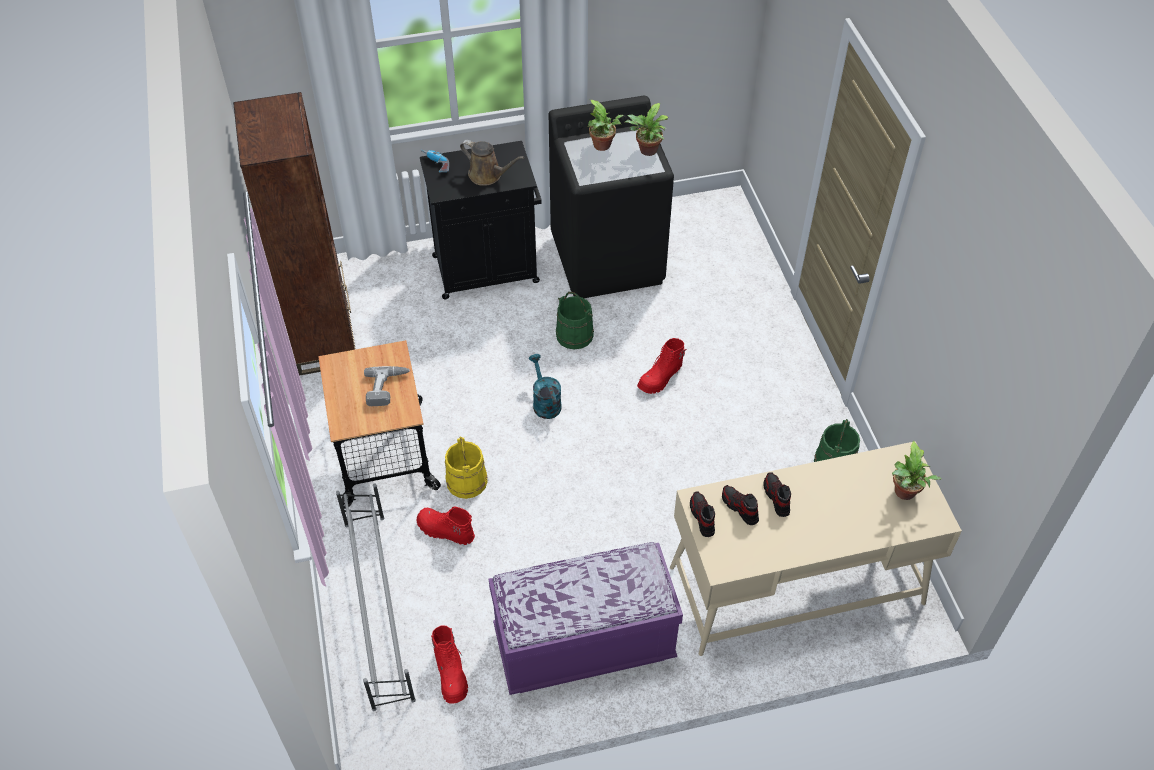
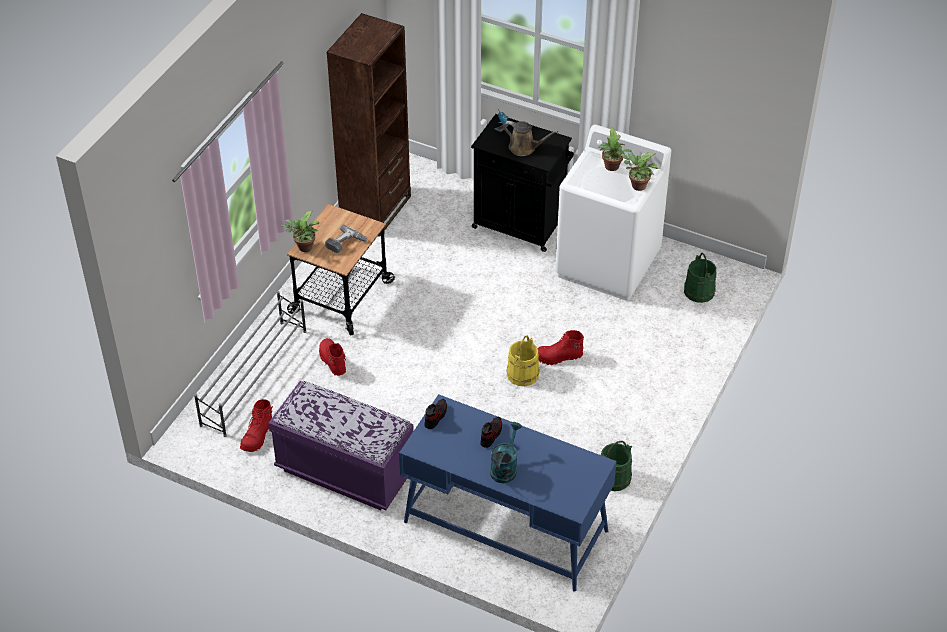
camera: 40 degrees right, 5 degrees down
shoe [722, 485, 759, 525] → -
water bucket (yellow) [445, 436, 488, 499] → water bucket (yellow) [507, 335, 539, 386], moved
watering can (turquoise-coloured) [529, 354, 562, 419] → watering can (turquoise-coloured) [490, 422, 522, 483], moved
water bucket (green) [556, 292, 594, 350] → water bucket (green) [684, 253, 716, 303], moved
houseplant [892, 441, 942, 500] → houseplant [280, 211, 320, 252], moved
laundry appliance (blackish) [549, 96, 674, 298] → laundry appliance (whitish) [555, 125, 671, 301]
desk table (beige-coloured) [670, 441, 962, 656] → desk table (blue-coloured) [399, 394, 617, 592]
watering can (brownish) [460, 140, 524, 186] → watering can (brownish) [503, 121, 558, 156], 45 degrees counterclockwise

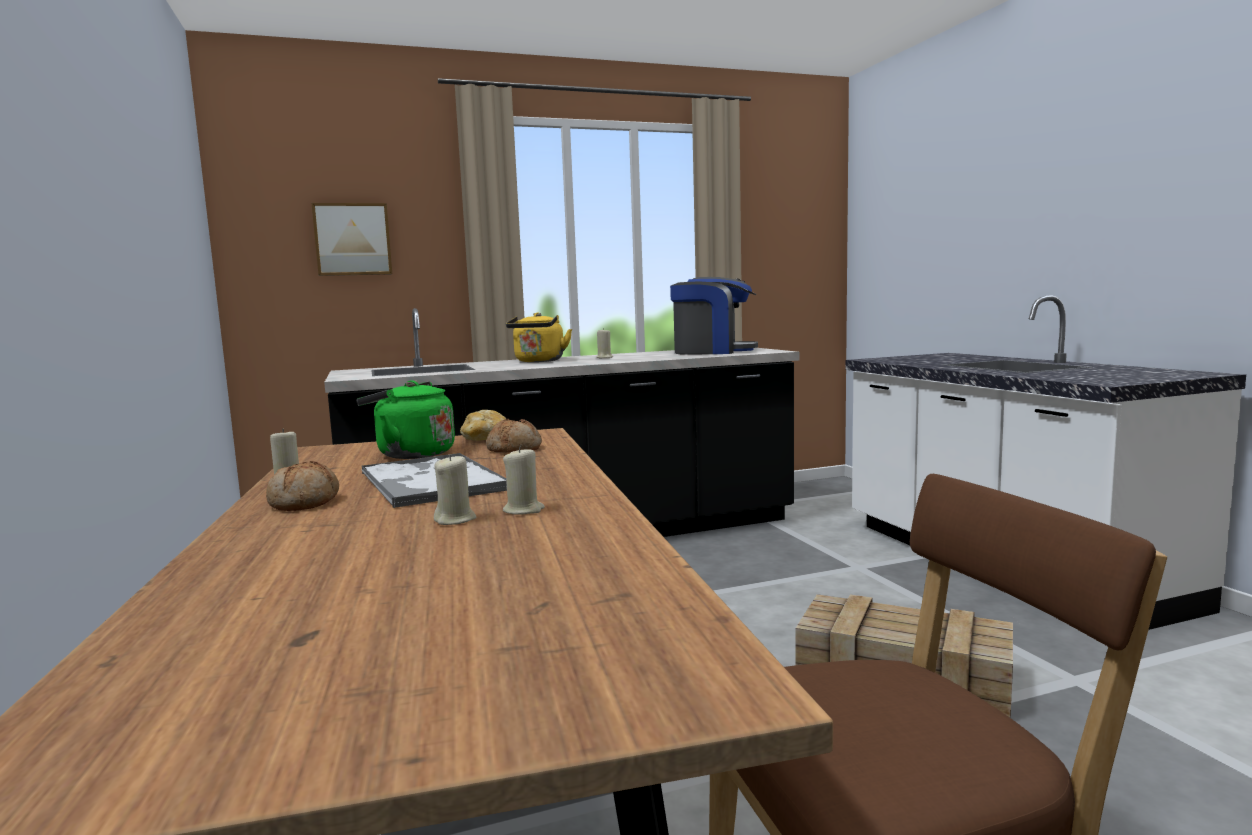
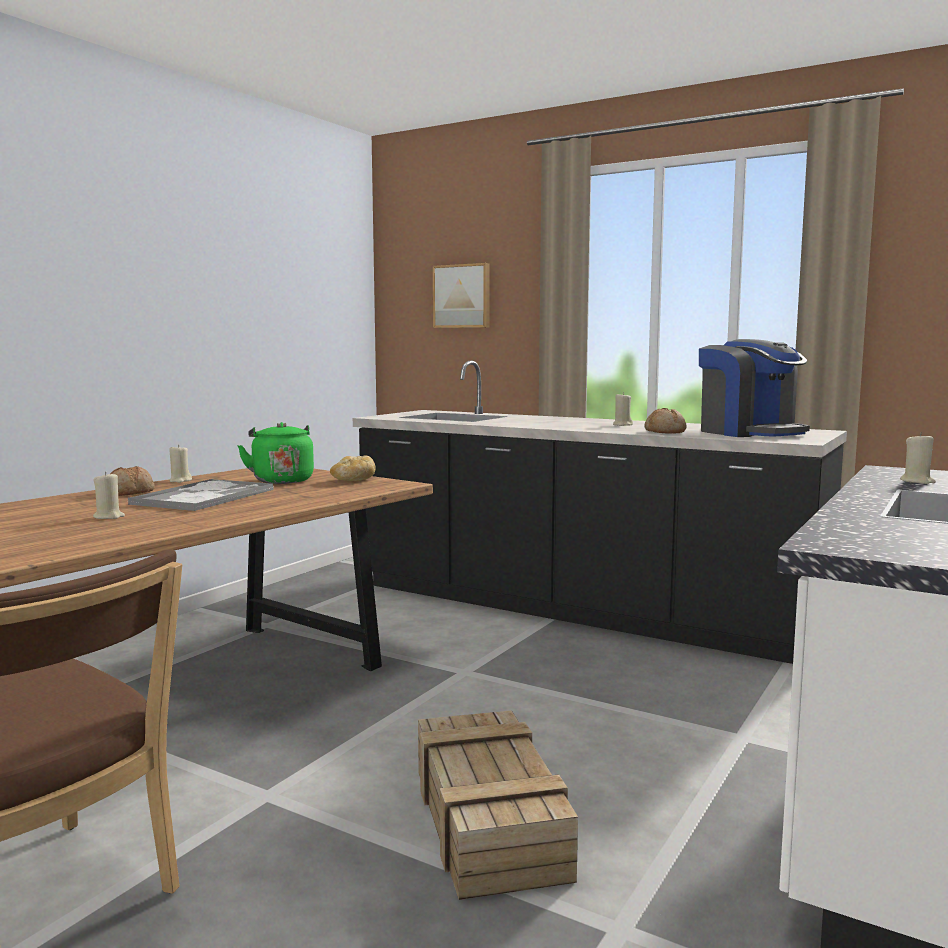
camera: 50 degrees right, 0 degrees up
kettle (yellow) [506, 313, 572, 362] → -
baked bread [486, 419, 542, 453] → baked bread [645, 408, 687, 434], moved
wax light (beige-coloured) [503, 447, 545, 515] → wax light (beige-coloured) [900, 432, 936, 484], moved

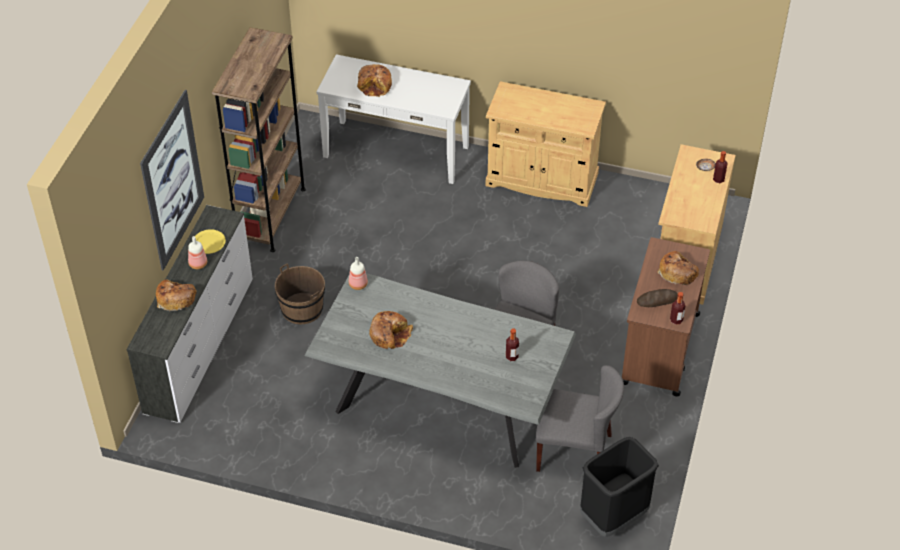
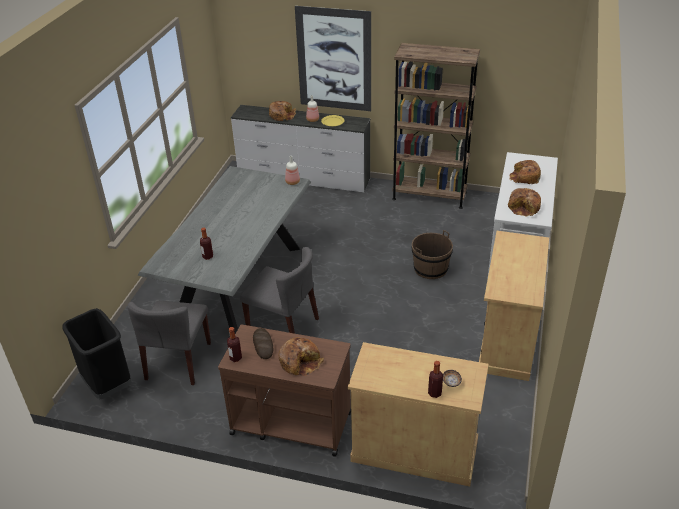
camera: 90 degrees right, 10 degrees down
water bucket (brownish) [275, 263, 325, 324] → water bucket (brownish) [412, 230, 453, 279], moved
baked bread [369, 311, 413, 349] → baked bread [508, 188, 541, 217], moved

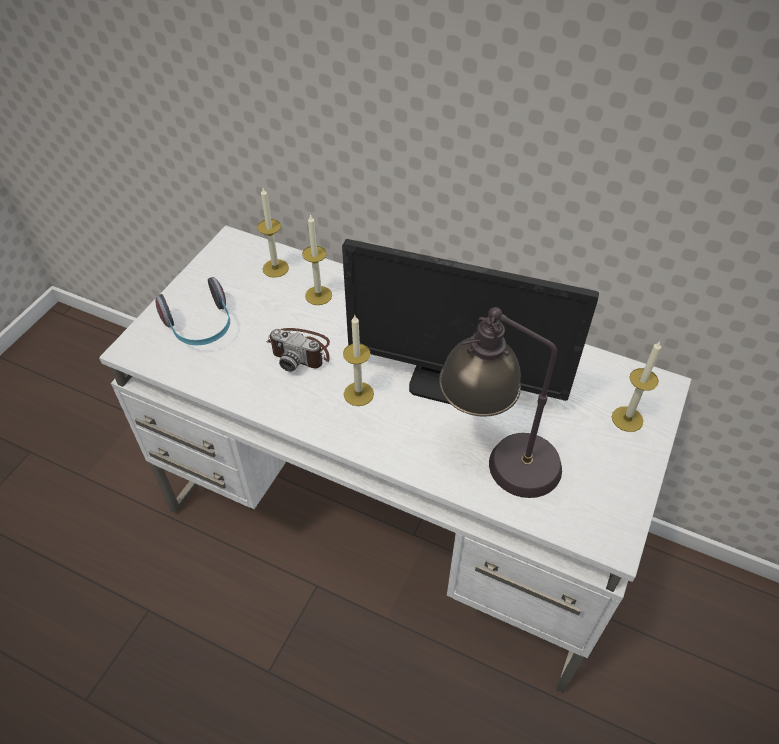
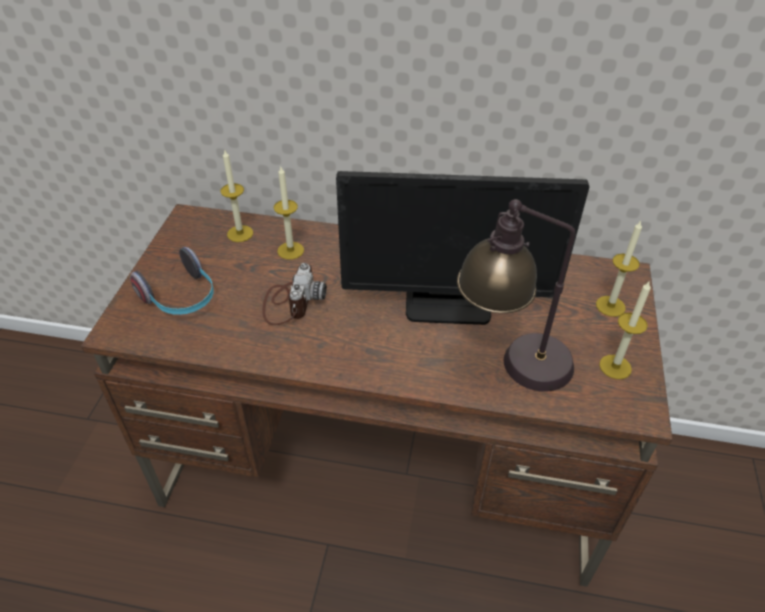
camera: 15 degrees left, 5 degrees down
wax light [343, 315, 374, 406] → wax light [599, 280, 651, 379], moved
desk table (whitish) [99, 226, 691, 693] → desk table (brownish) [81, 204, 672, 587]
photo camera [267, 328, 330, 372] → photo camera [262, 263, 327, 325], 90 degrees counterclockwise

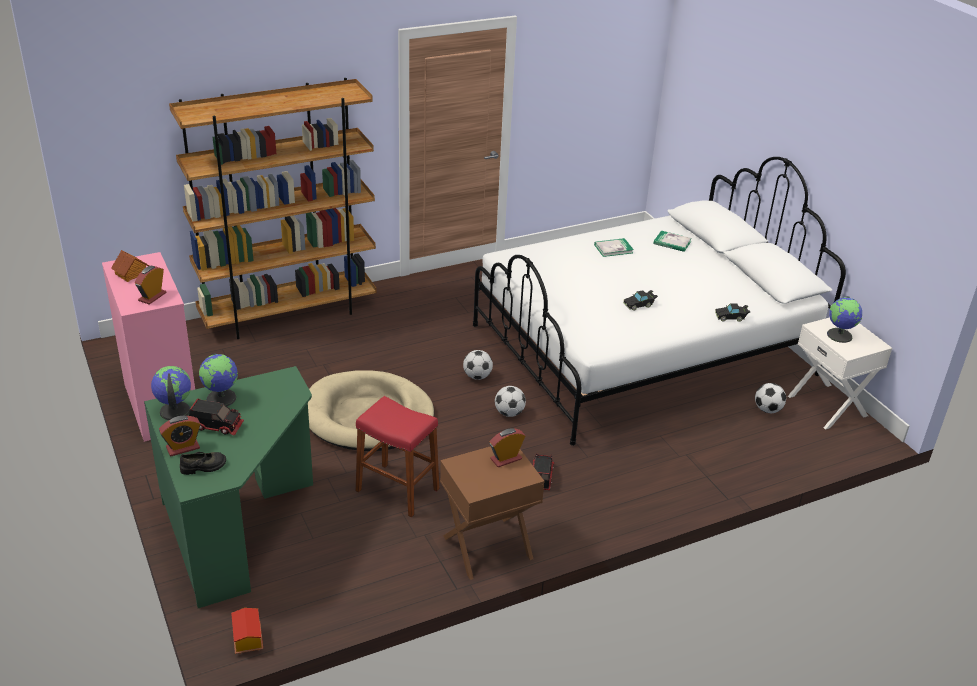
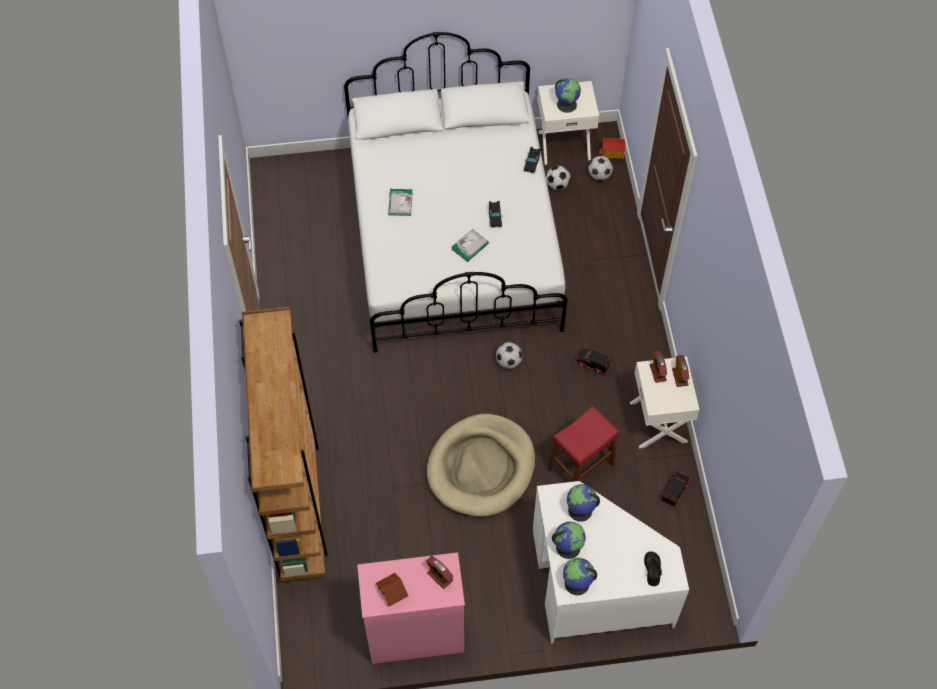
camera: 70 degrees left, 25 degrees up
- → world globe [567, 484, 600, 522]
alarm clock [159, 416, 201, 456] → alarm clock [672, 355, 689, 387], moved
toy truck [189, 398, 244, 436] → toy truck [660, 471, 691, 508], moved
miniature house [231, 608, 263, 654] → miniature house [599, 138, 626, 159], moved
football [463, 350, 493, 380] → football [588, 156, 613, 181], moved
book [654, 231, 692, 252] → book [452, 229, 489, 262], moved
desk table (green) [144, 366, 313, 608] → desk table (whitish) [533, 481, 689, 643]
bedside table (brownish) [440, 446, 544, 580] → bedside table (whitish) [630, 356, 700, 448]

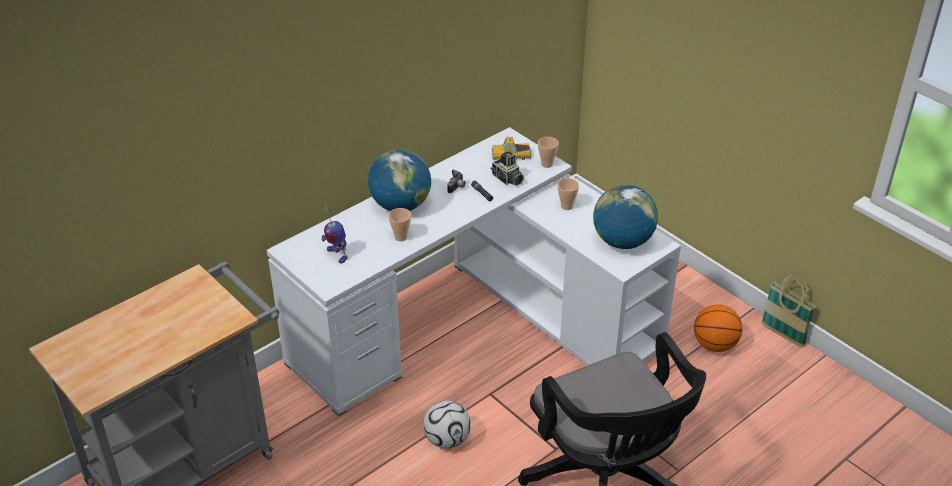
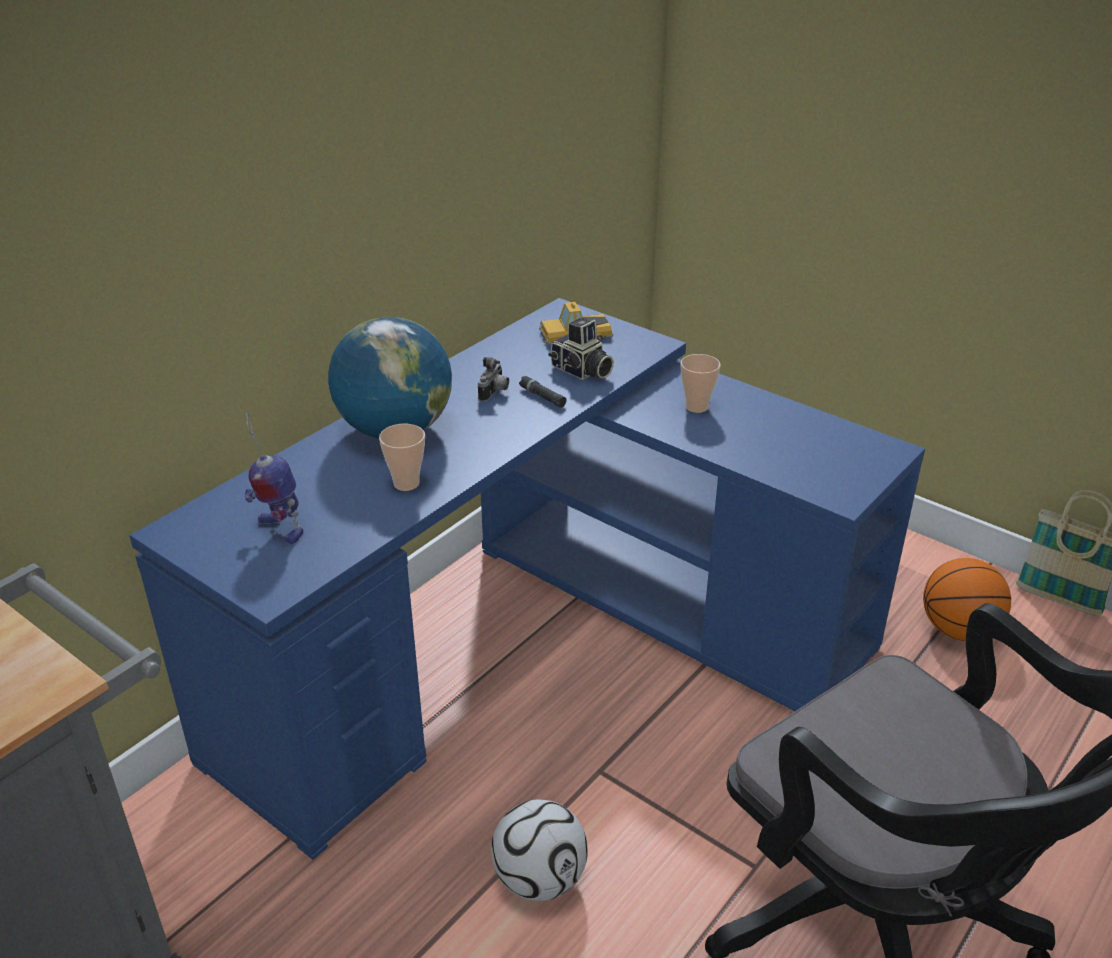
camera: 10 degrees left, 5 degrees down
drinking cup [538, 137, 559, 168] → -
world globe [593, 185, 658, 249] → -
desk table (whitish) [266, 127, 681, 416] → desk table (blue-coloured) [130, 298, 925, 860]

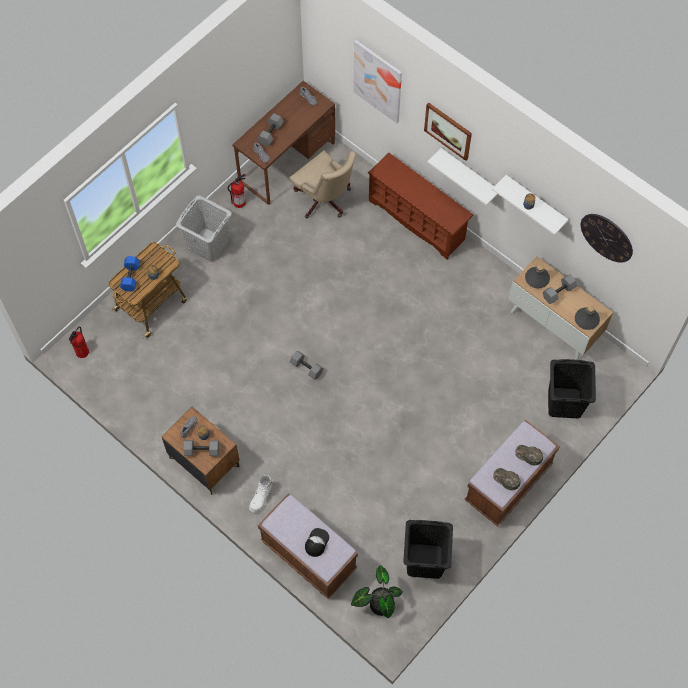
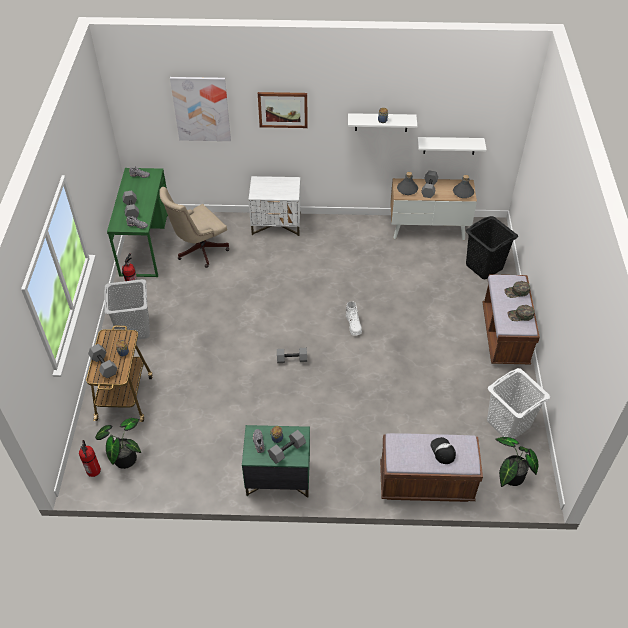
camera: 40 degrees left, 15 degrees down
wall clock [581, 214, 633, 263] → -
- → houseplant [95, 418, 141, 469]
tall boot (whitish) [249, 475, 272, 513] → tall boot (whitish) [346, 301, 362, 336], moved
shelf (whitish) [427, 148, 497, 206] → shelf (whitish) [418, 137, 487, 155], moved
shoe stand (brownish) [368, 153, 473, 260] → bedside table (whitish) [249, 176, 301, 236]
hand weight (blue-coloured) [120, 256, 140, 291] → hand weight (greyish) [88, 344, 118, 378]
bedside table (brownish) [161, 407, 240, 495] → bedside table (green) [242, 425, 310, 498]
desk table (brownish) [233, 81, 335, 205] → desk table (green) [107, 168, 168, 277]
hamper (blackish) [403, 520, 453, 579] → hamper (whitish) [487, 368, 550, 439]
computer chair (beige-coloured) [290, 150, 356, 218] → computer chair (beige-coloured) [160, 187, 229, 268], 135 degrees clockwise

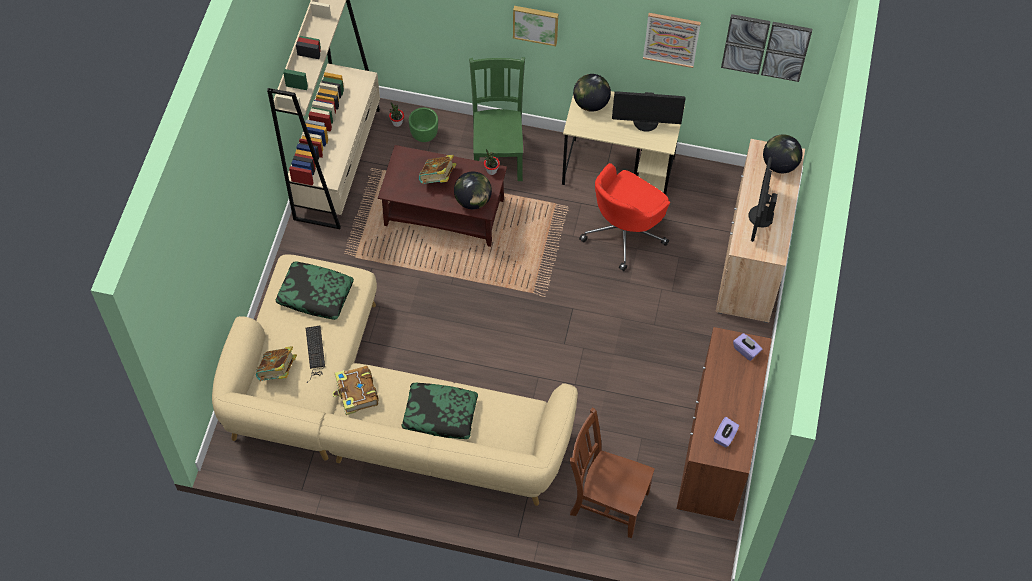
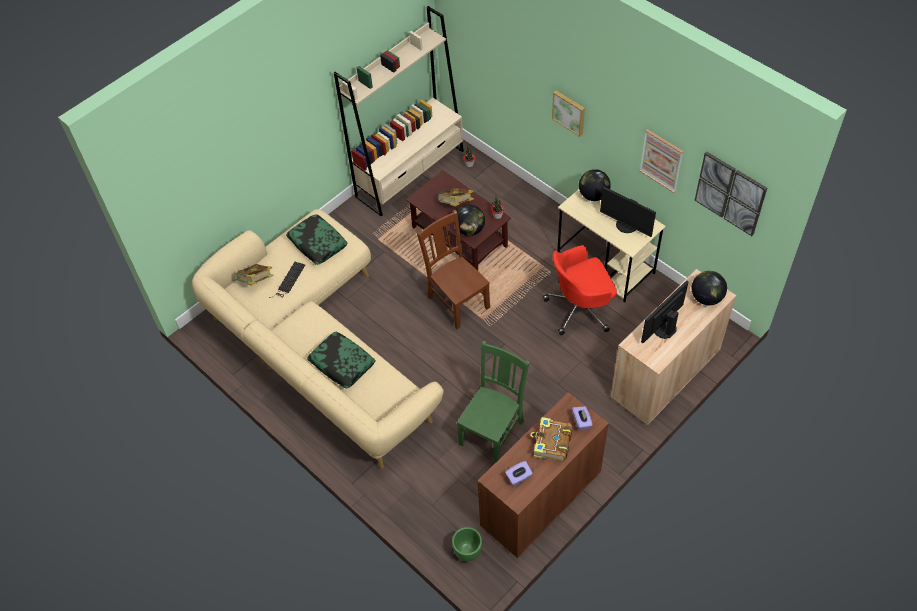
camera: 35 degrees right, 5 degrees down
book [332, 366, 379, 415] → book [531, 417, 573, 462], moved
planter (green) [409, 108, 438, 142] → planter (green) [452, 527, 482, 562], moved
upright chair (green) [469, 57, 525, 181] → upright chair (green) [457, 341, 530, 463], moved
upright chair (brownish) [570, 407, 655, 538] → upright chair (brownish) [417, 210, 490, 329], moved

